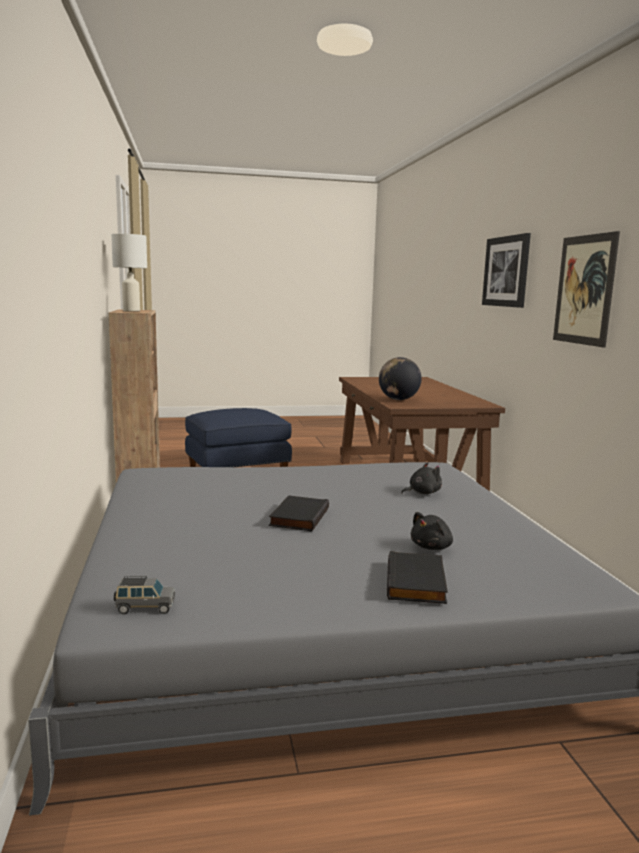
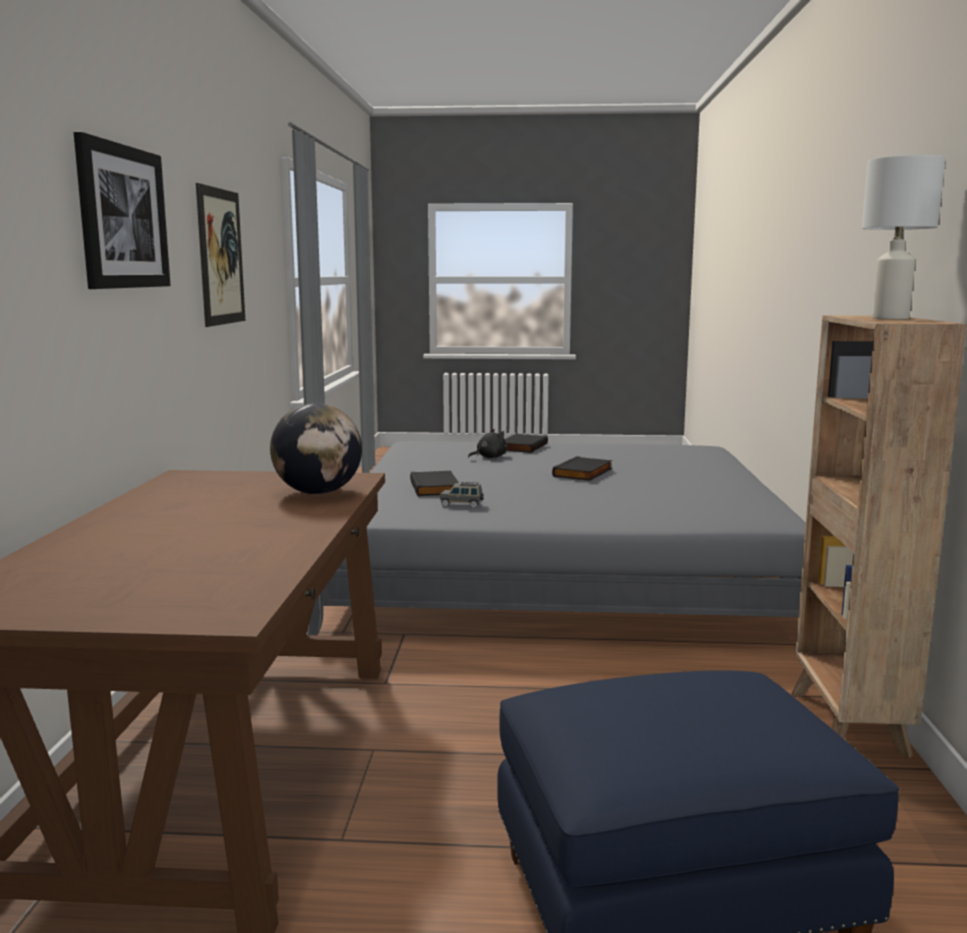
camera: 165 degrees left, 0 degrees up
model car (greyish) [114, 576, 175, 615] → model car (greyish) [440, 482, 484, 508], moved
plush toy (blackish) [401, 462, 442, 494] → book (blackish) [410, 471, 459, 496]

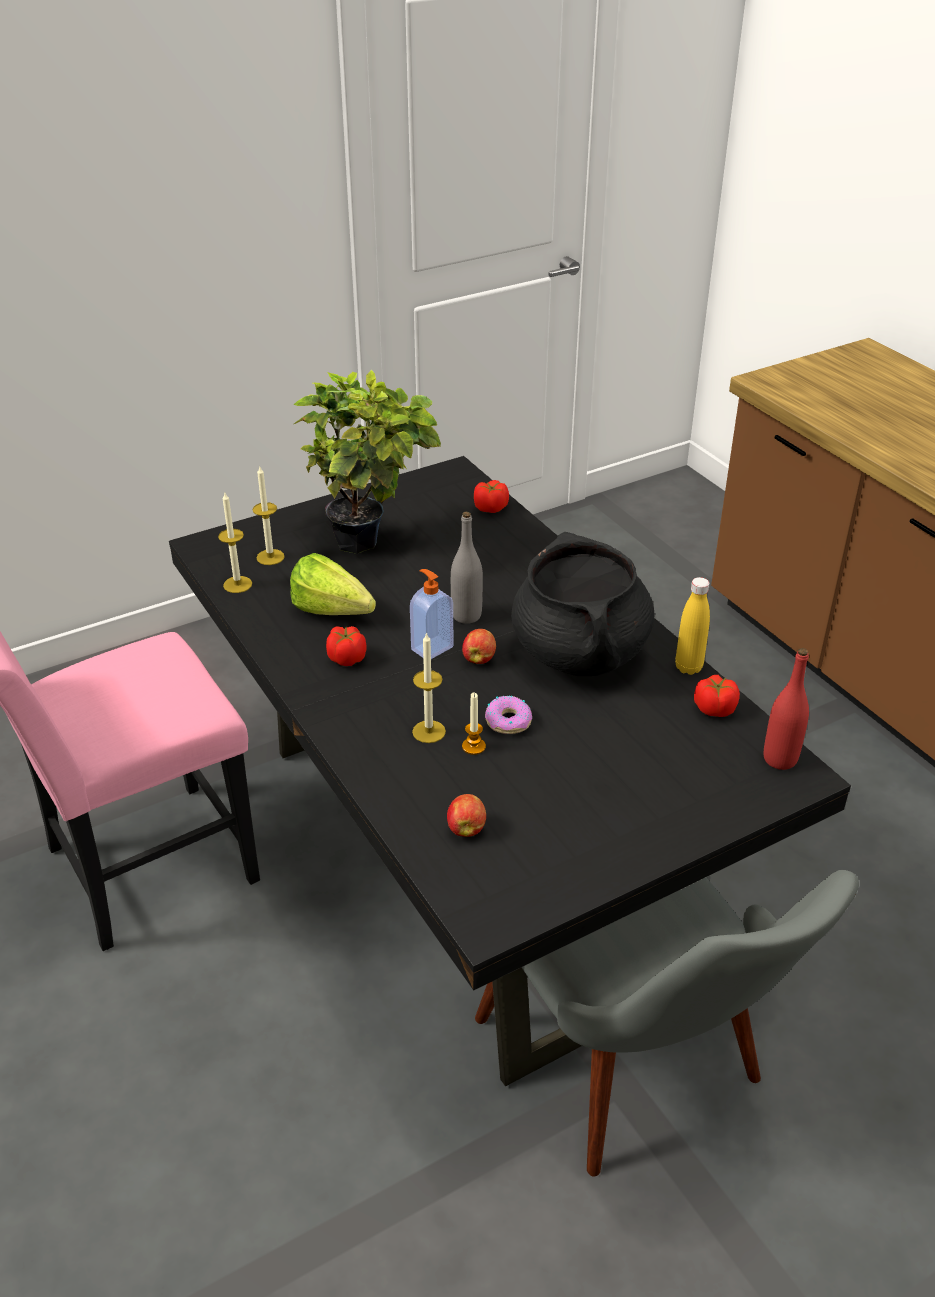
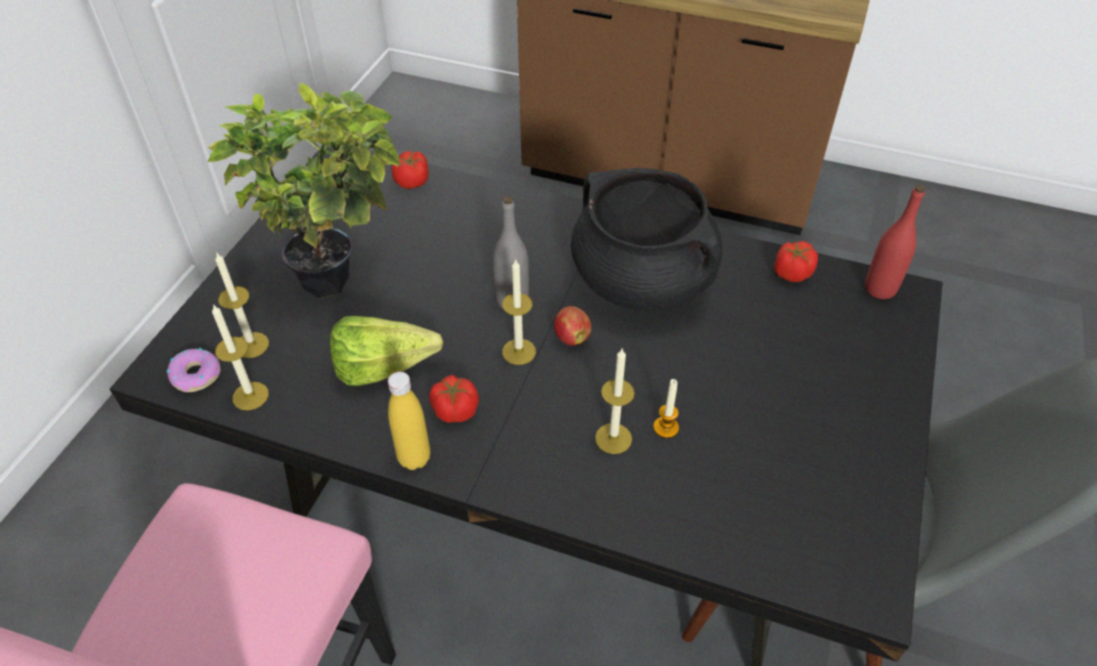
camera: 40 degrees left, 10 degrees up
apple fruit [447, 794, 486, 837] → -
doughnut [485, 696, 532, 734] → doughnut [167, 348, 221, 392], moved
drink bottle (yellow) [675, 577, 710, 675] → drink bottle (yellow) [388, 372, 430, 470], moved
soap dispenser [410, 569, 454, 659] → wax light [502, 259, 536, 365]

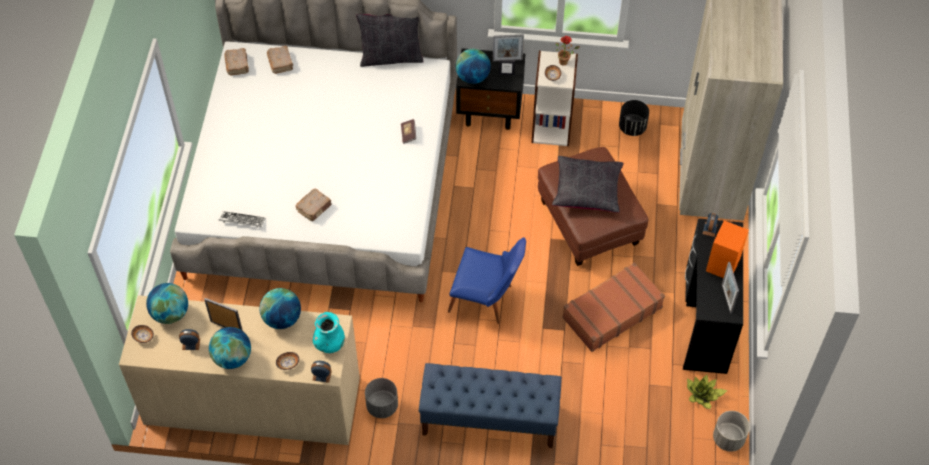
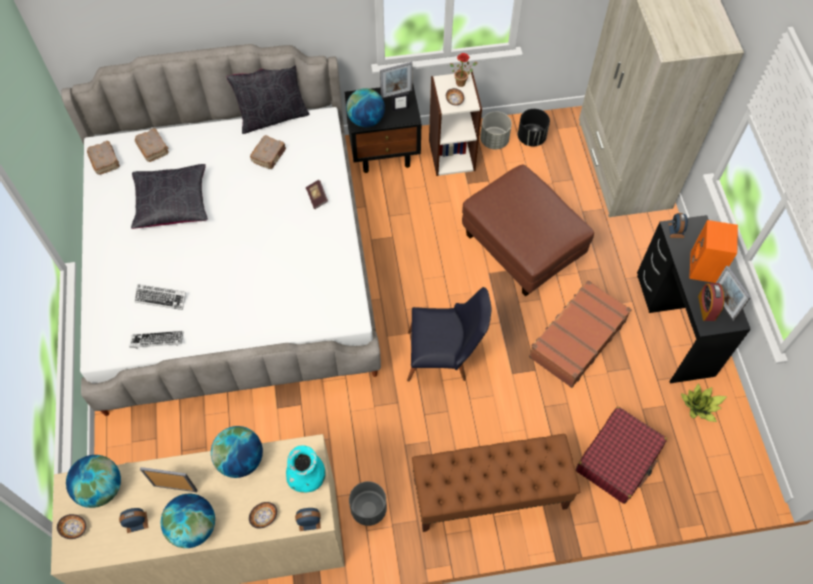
camera: 15 degrees left, 5 degrees up
- → PC keyboard [134, 284, 186, 310]
- → piece of luggage (red) [576, 407, 667, 504]
- → alarm clock [698, 283, 724, 321]
book (brownish) [296, 189, 332, 221] → book (brownish) [250, 135, 286, 169], moved
cushion (blackish) [552, 156, 624, 213] → cushion (blackish) [131, 164, 208, 229], moved
planter (greyish) [713, 411, 750, 452] → planter (greyish) [480, 112, 512, 149], moved
long seat (blue-coloured) [419, 363, 562, 448] → long seat (brownish) [412, 434, 581, 532]
upright chair (blue-coloured) [448, 237, 526, 324] → upright chair (blackish) [407, 287, 491, 382]

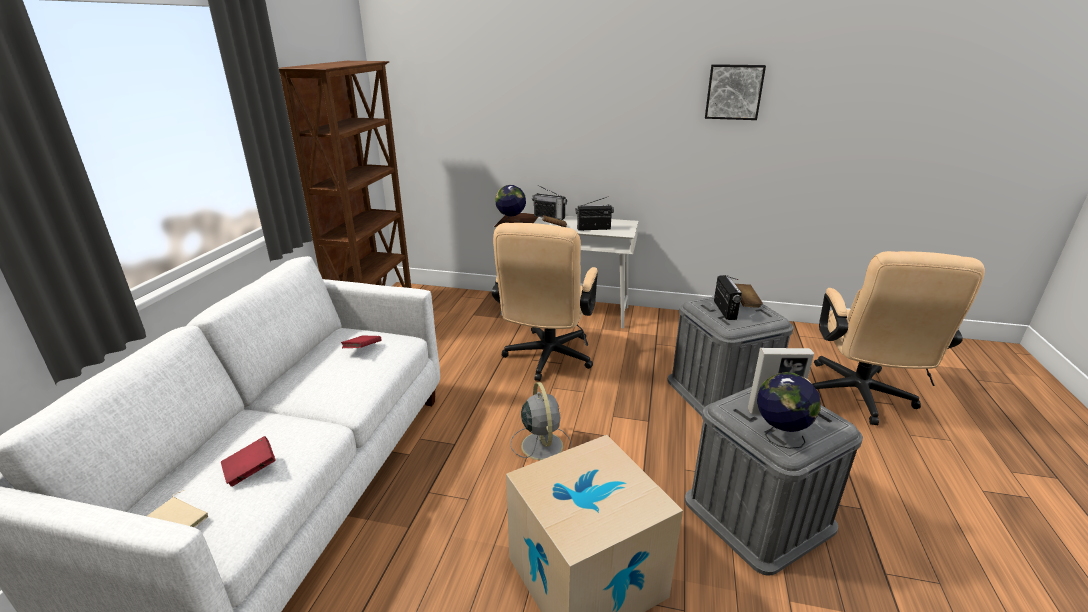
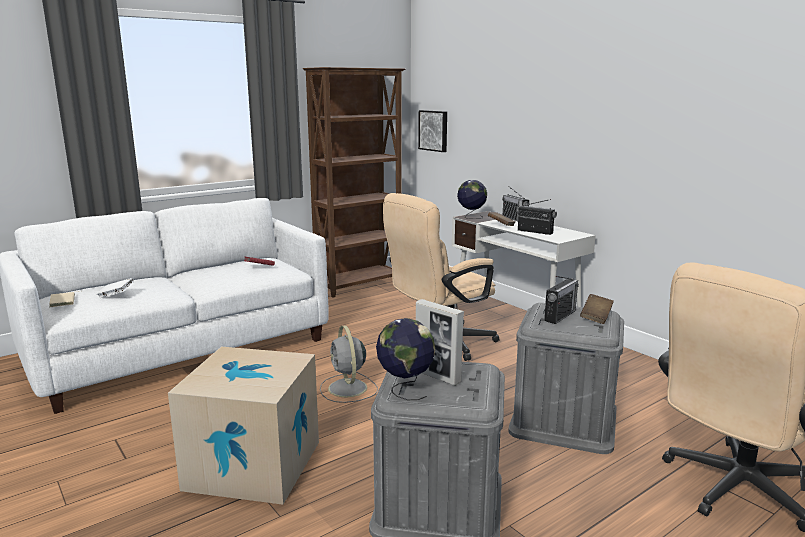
camera: 40 degrees right, 10 degrees down
wall picture [705, 64, 766, 120] → wall picture [418, 110, 447, 152], moved
book (red) [221, 436, 276, 487] → book (whitish) [97, 278, 134, 298]
cooling fan (greyish) [510, 382, 572, 460] → cooling fan (greyish) [320, 325, 378, 403], 135 degrees clockwise

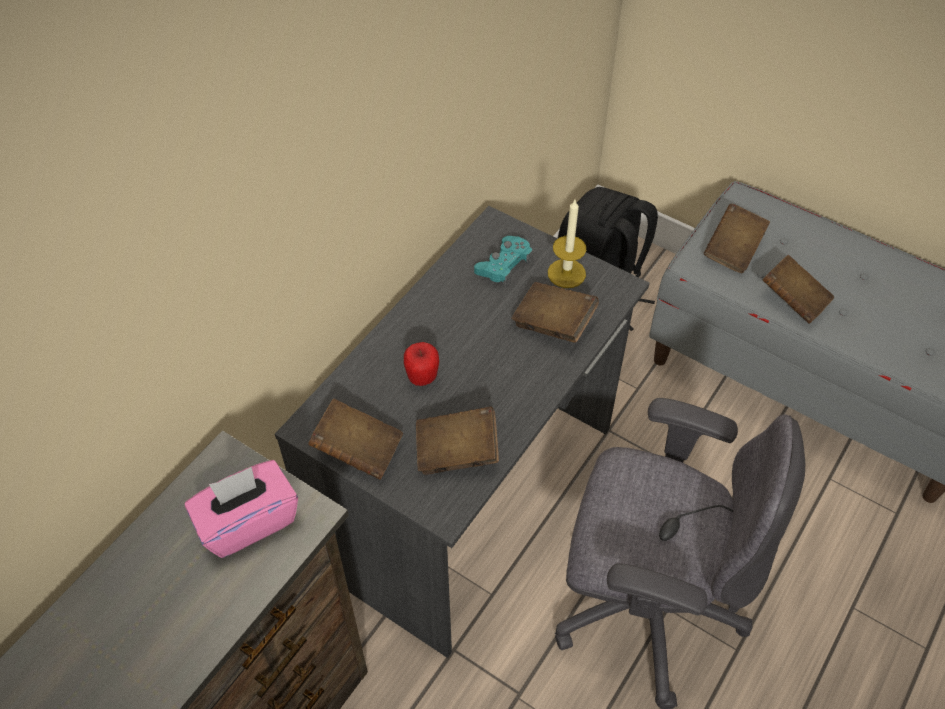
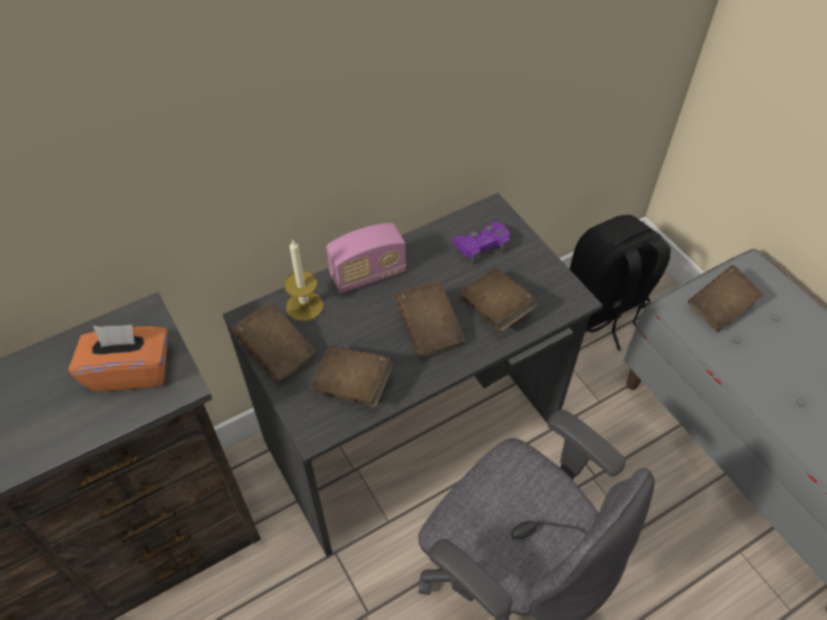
camera: 25 degrees right, 0 degrees up
apple fruit [404, 342, 439, 386] → -
- → radio [326, 223, 406, 293]
wax light [548, 200, 586, 288] → wax light [284, 239, 323, 321], moved
book (brownish) [763, 255, 834, 324] → book (brownish) [394, 281, 465, 357], moved
box of tissues (pink-coloured) [185, 460, 298, 558] → box of tissues (orangey) [68, 325, 168, 391]
game controller (turquoise-coloured) [474, 236, 533, 287] → game controller (purple) [453, 222, 510, 265]

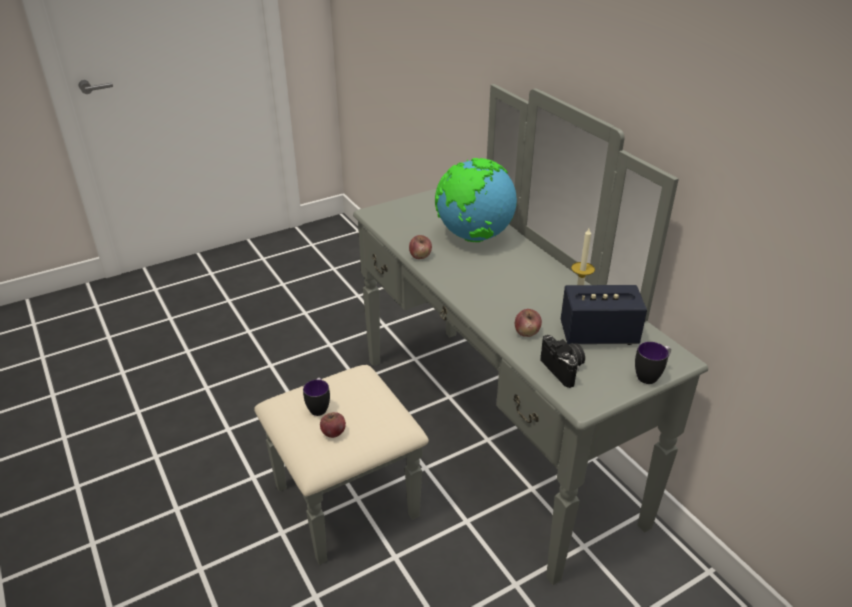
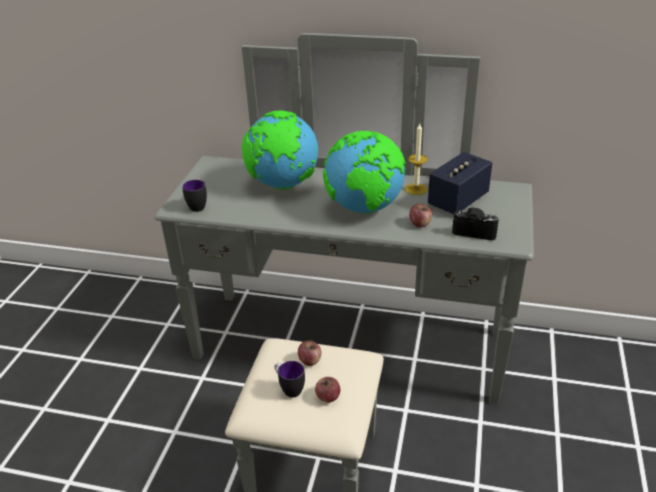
camera: 45 degrees left, 0 degrees up
- → world globe [323, 131, 406, 214]
apple fruit [409, 235, 432, 259] → apple fruit [298, 341, 322, 366], moved
mug [635, 342, 671, 384] → mug [182, 180, 207, 212], moved

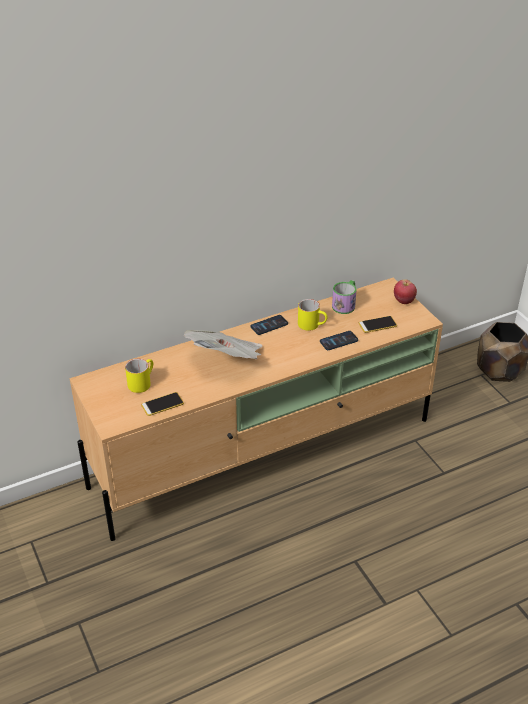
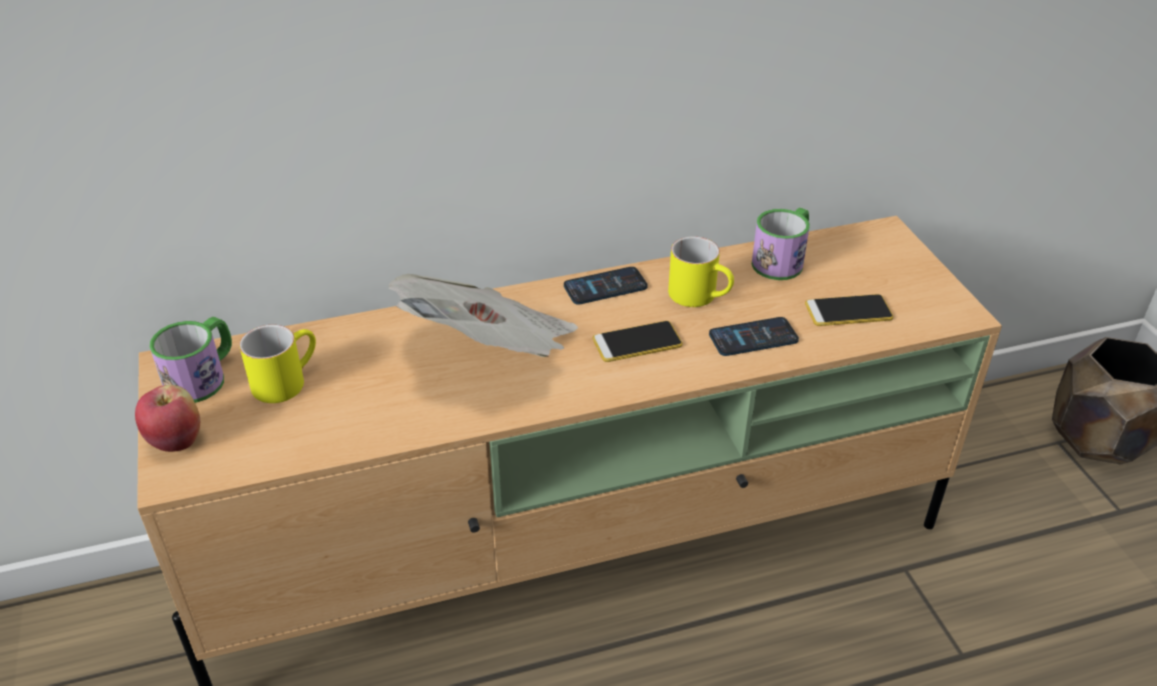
camera: 10 degrees right, 0 degrees up
- → mug [150, 316, 232, 403]
phone [141, 392, 184, 416] → phone [592, 321, 683, 362], moved
apple fruit [394, 279, 417, 304] → apple fruit [135, 385, 200, 452], moved

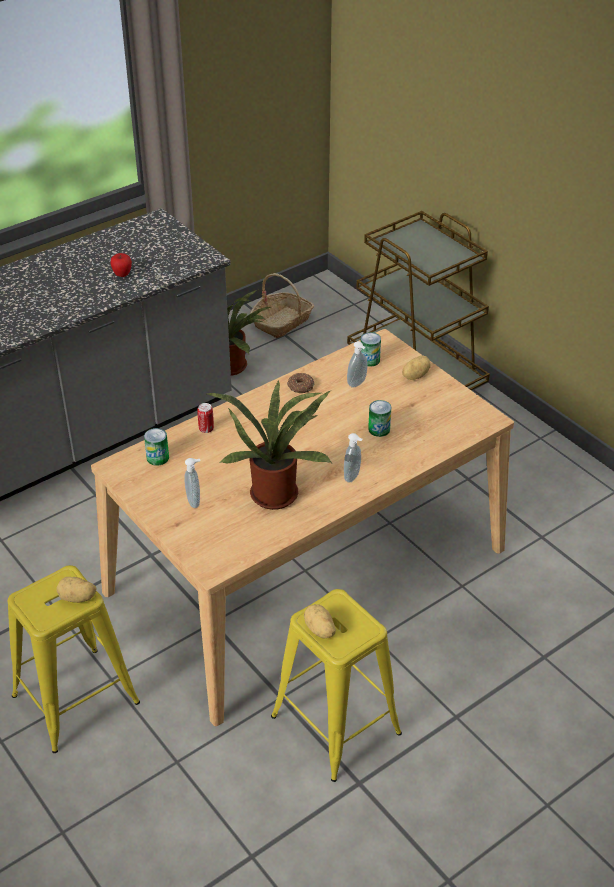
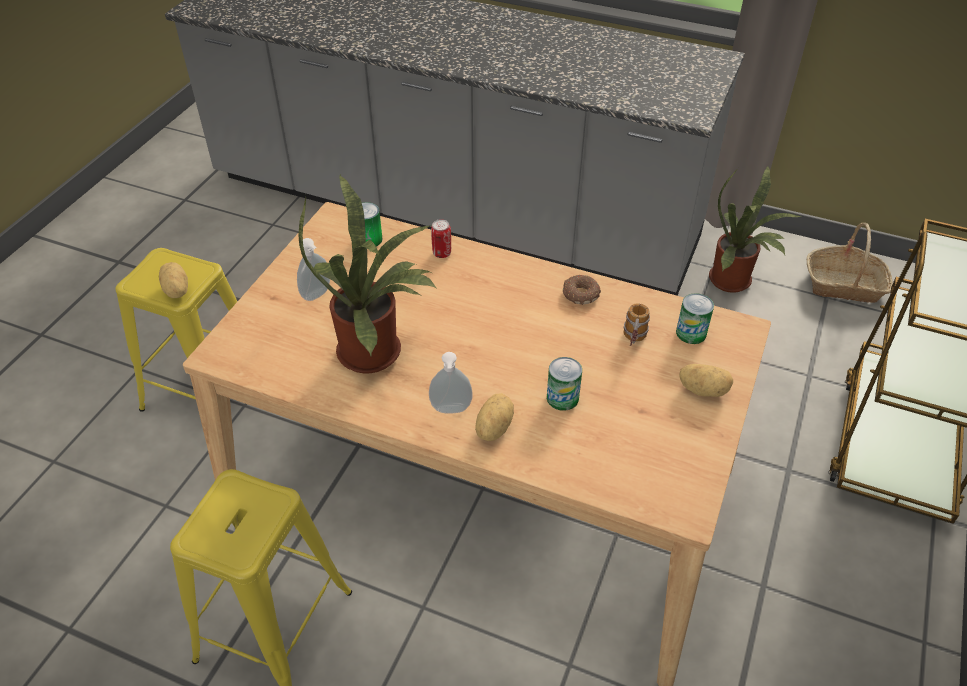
camera: 60 degrees right, 5 degrees up
apple fruit [110, 253, 132, 277] → -
whole potato [304, 604, 336, 639] → whole potato [475, 393, 514, 441], moved
soap dispenser [347, 341, 367, 388] → mug [623, 303, 650, 346]

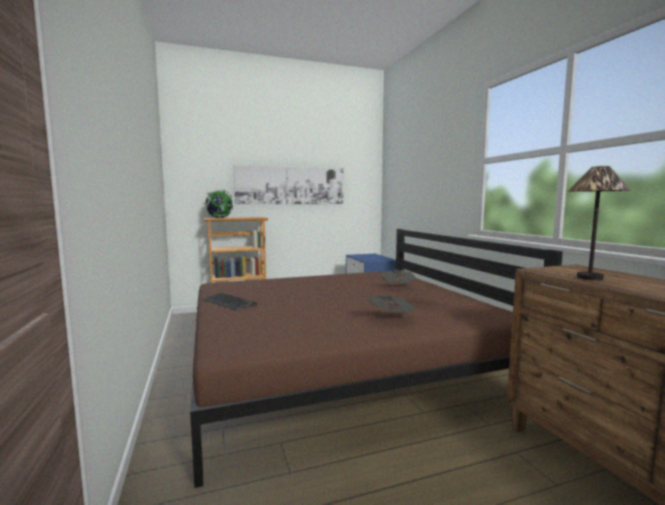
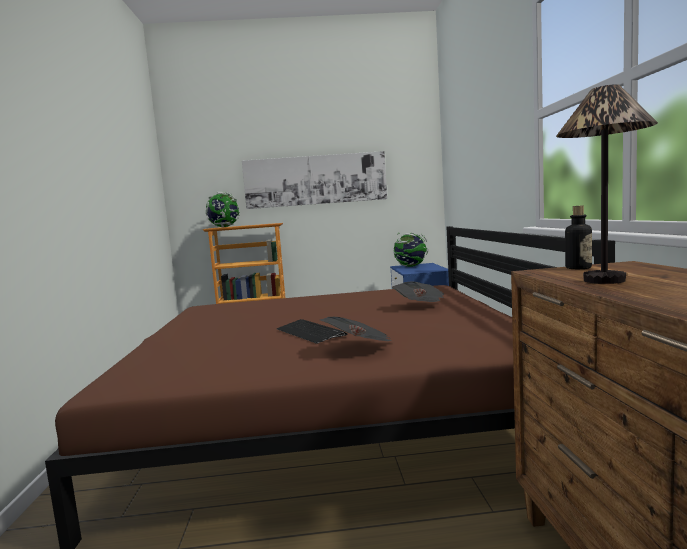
camera: 15 degrees right, 0 degrees up
- → world globe [393, 232, 429, 267]
- → drink bottle [565, 205, 592, 269]
PC keyboard [203, 293, 257, 310] → PC keyboard [277, 319, 348, 344], moved

